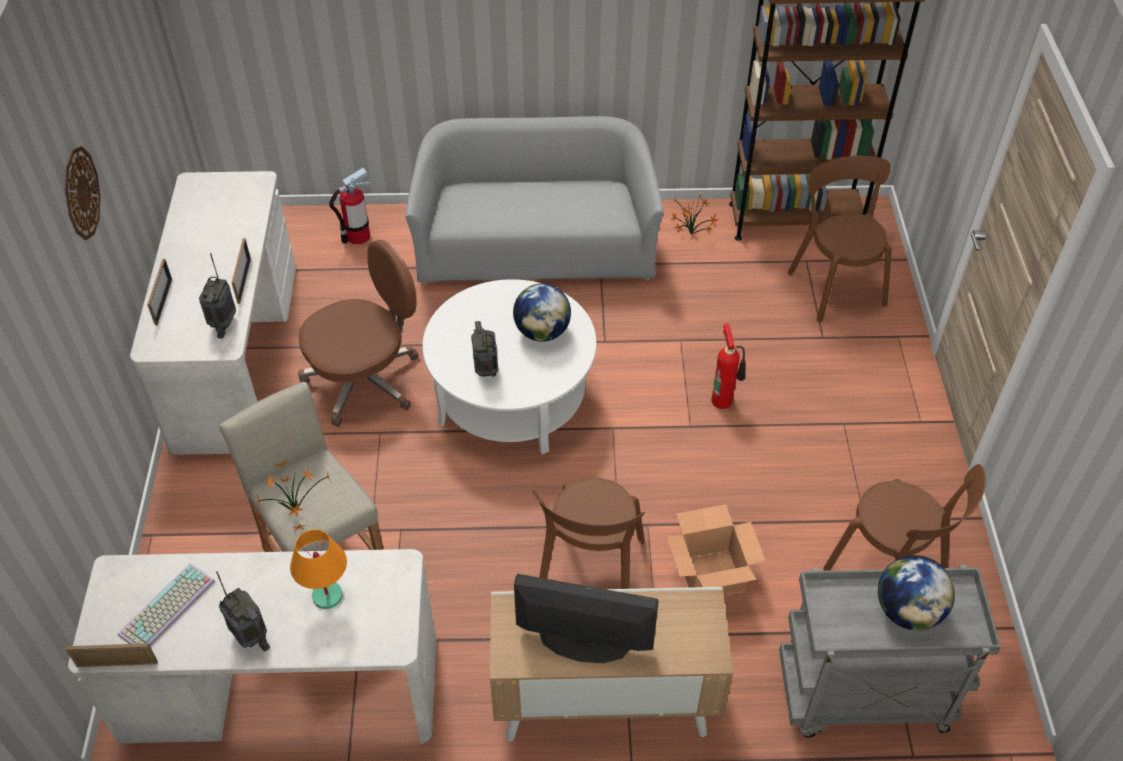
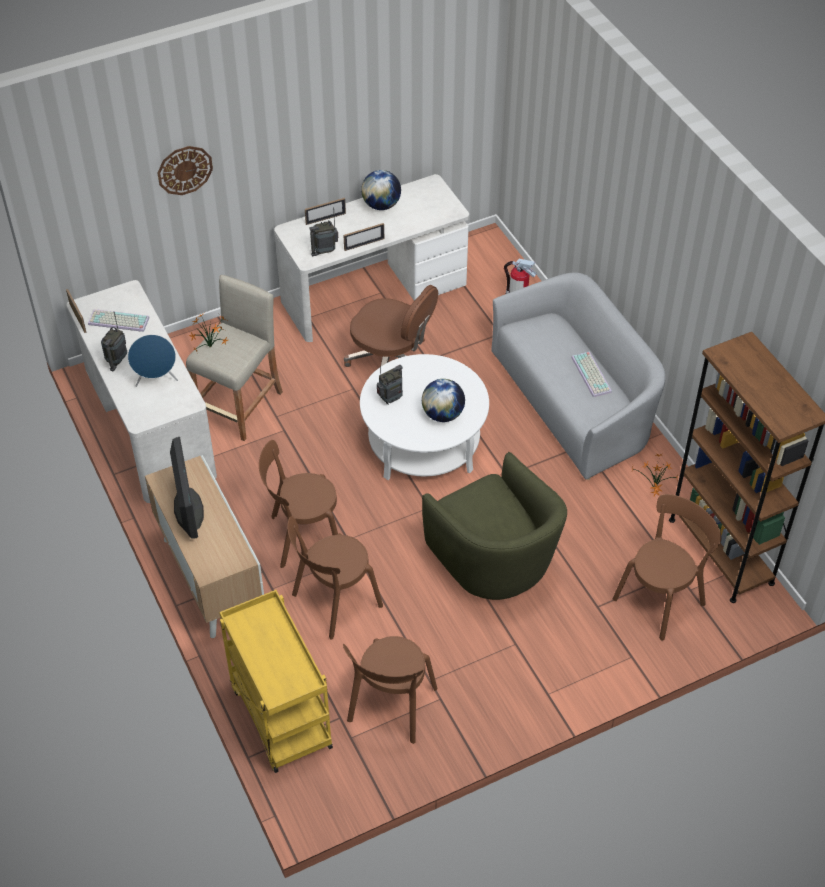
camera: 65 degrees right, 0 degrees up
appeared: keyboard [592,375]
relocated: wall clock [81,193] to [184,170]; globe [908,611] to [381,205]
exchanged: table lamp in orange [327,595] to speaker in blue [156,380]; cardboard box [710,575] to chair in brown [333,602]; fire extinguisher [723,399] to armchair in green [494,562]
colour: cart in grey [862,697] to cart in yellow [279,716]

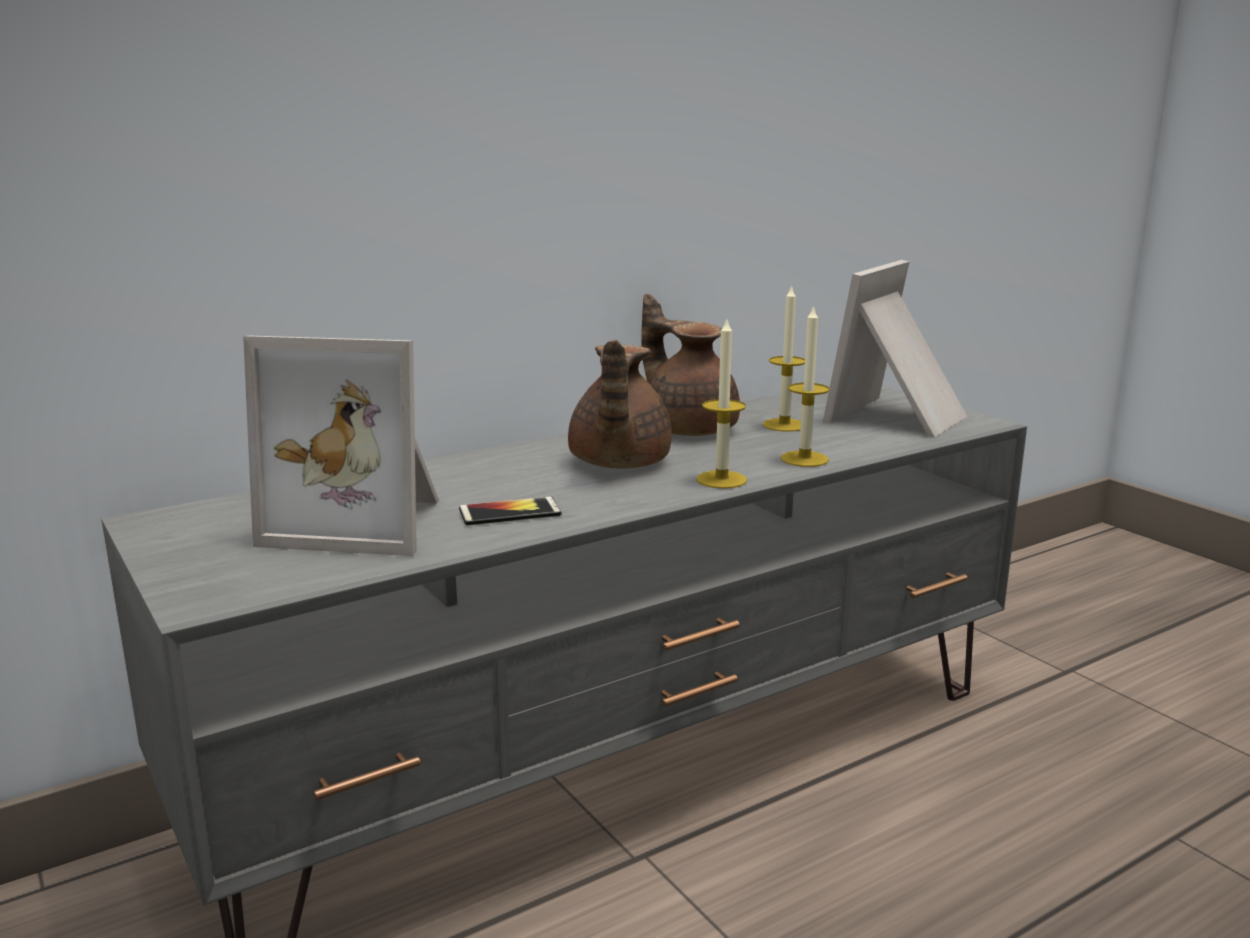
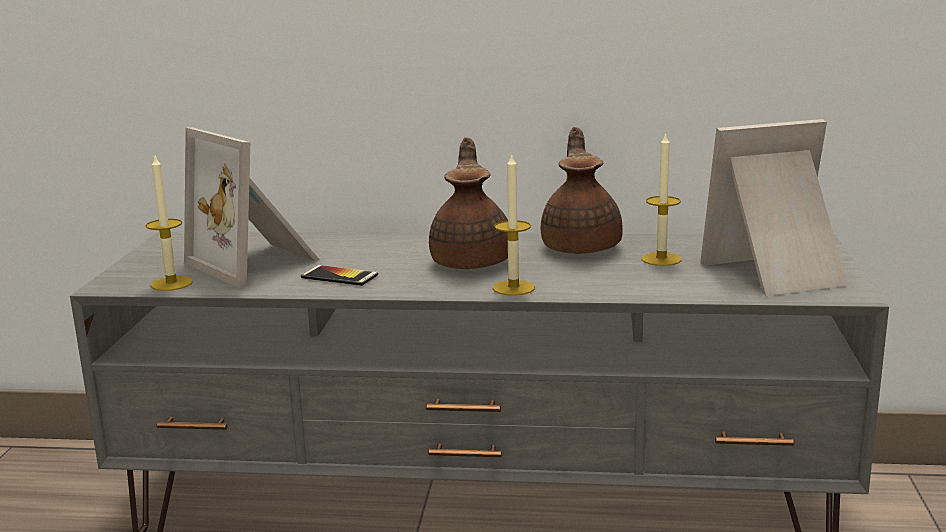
camera: 40 degrees right, 0 degrees up
relocated: candle [804,459] to [171,283]
spun: teapot in brown [617,463] = [473,261] 135 degrees clockwise

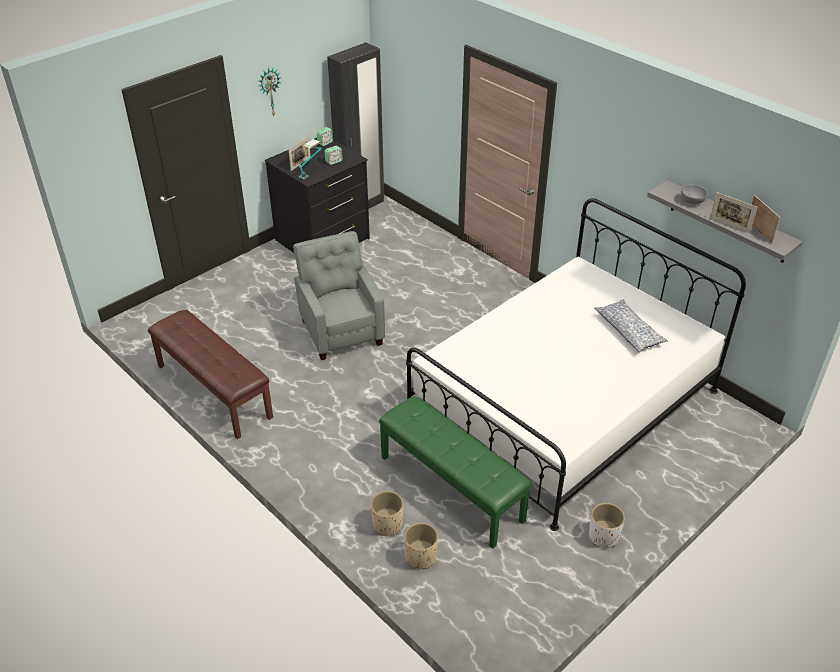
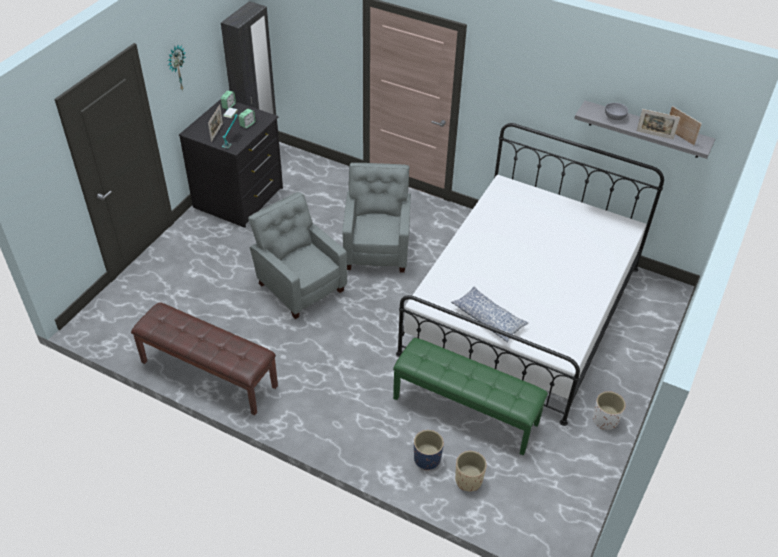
camera: 20 degrees left, 5 degrees up
appeared: armchair in grey [377,249]
relocated: pillow [629,331] to [488,318]
colour: planter in beige [387,524] to planter in blue [426,459]

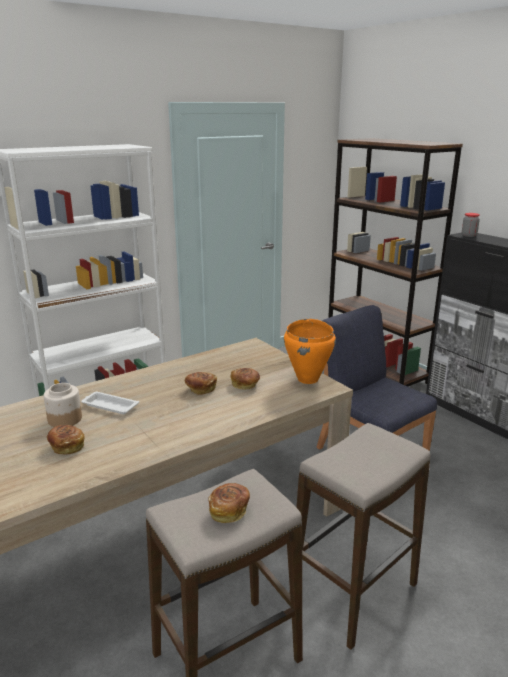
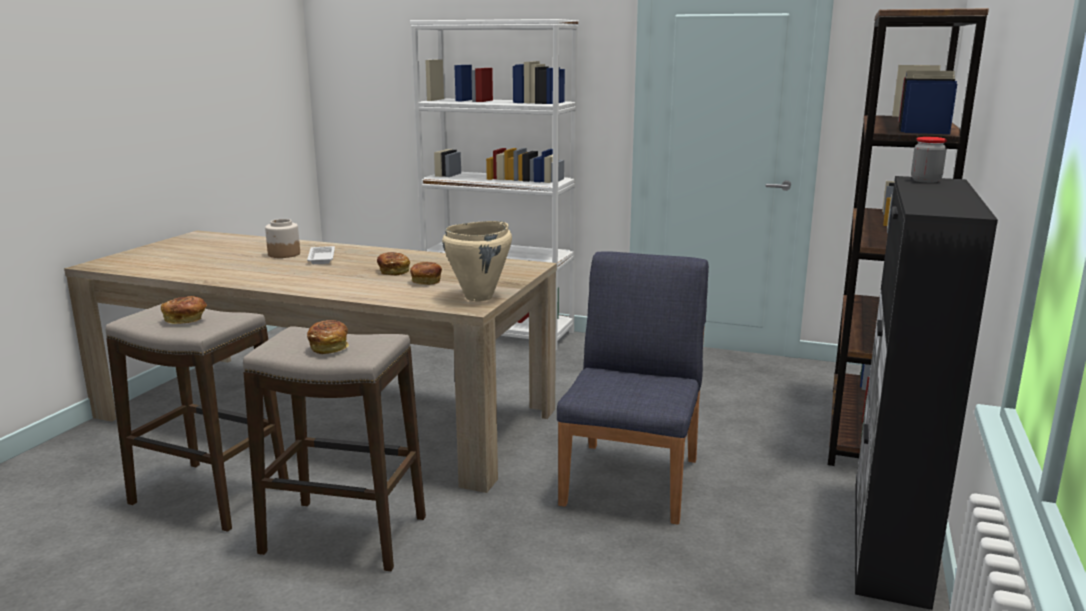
camera: 55 degrees right, 5 degrees down
relocated: bread [67,446] to [329,347]
colour: cooking pot in orange [308,379] to cooking pot in beige [479,297]

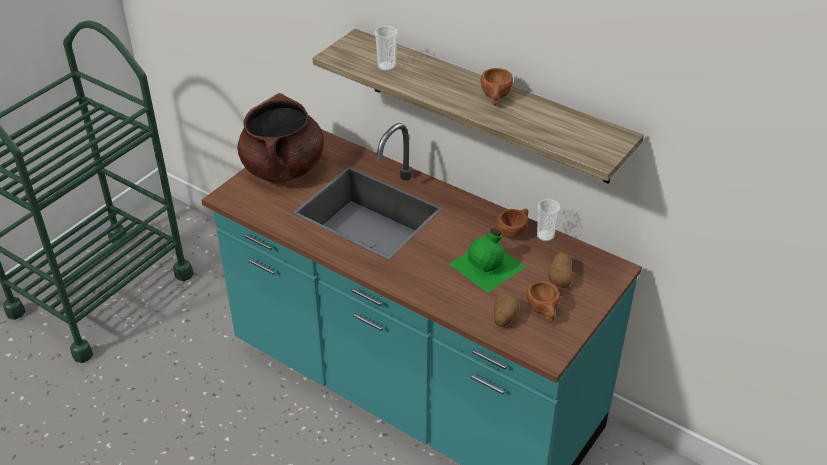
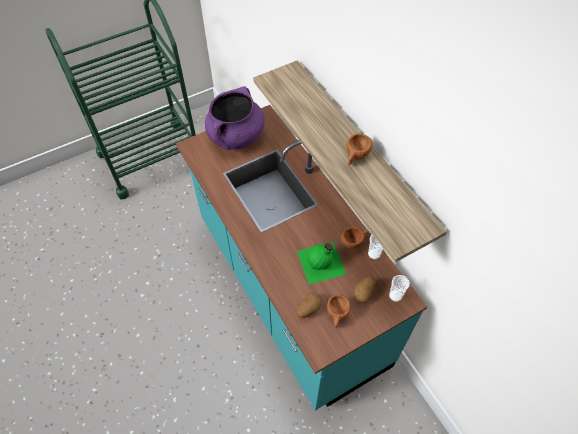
camera: 25 degrees right, 15 degrees up
relocated: cup [386,66] to [395,296]
colour: cooking pot in brown [283,168] to cooking pot in purple [236,136]

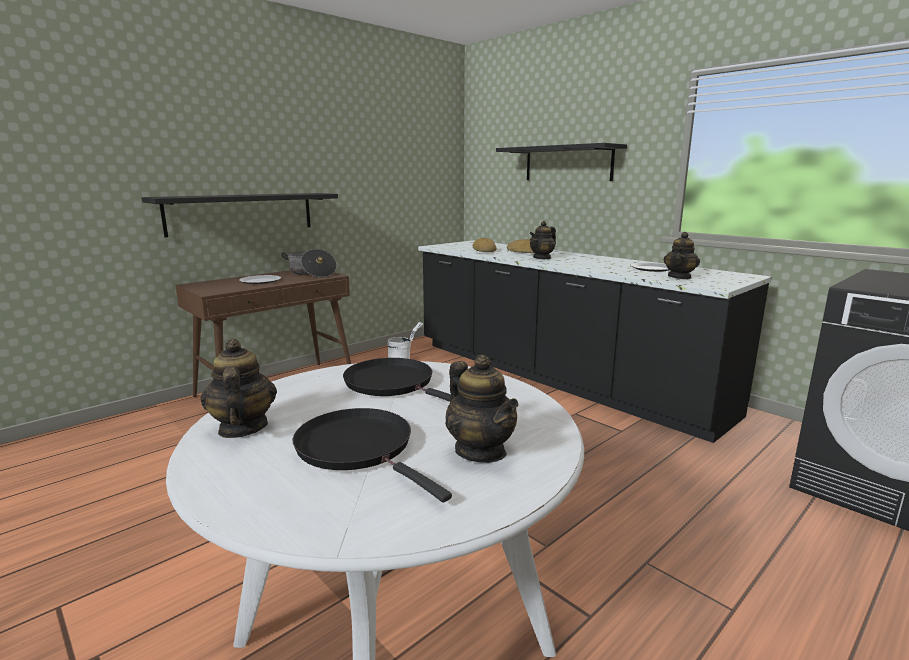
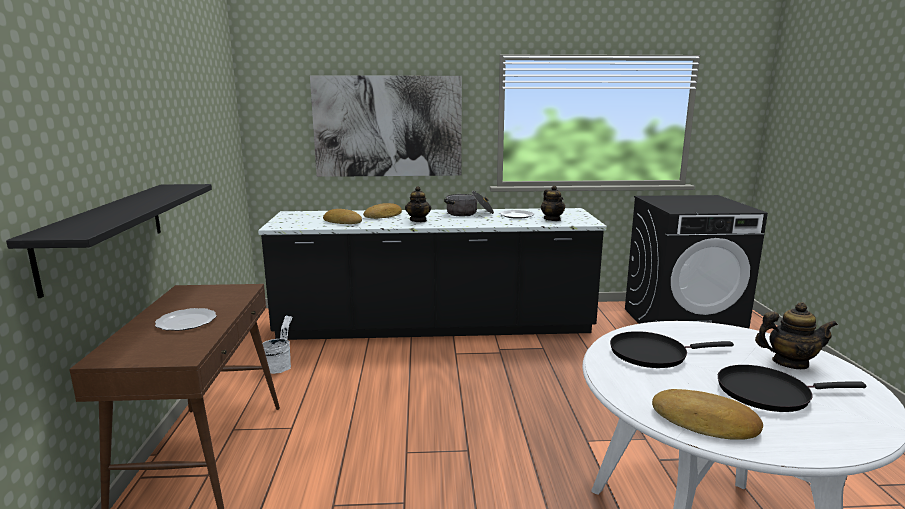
camera: 50 degrees left, 0 degrees up
relocated: cooking pot [311,273] to [469,213]
exchanged: teapot [242,428] to bread [705,423]; shelf in black [568,163] to picture [388,126]

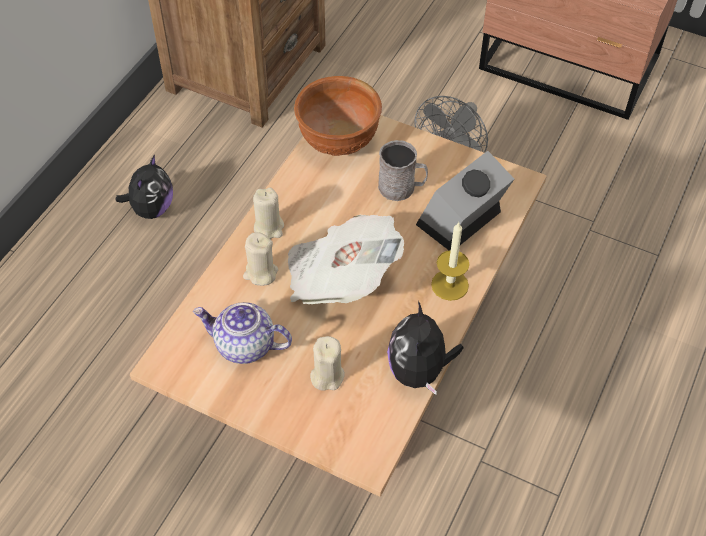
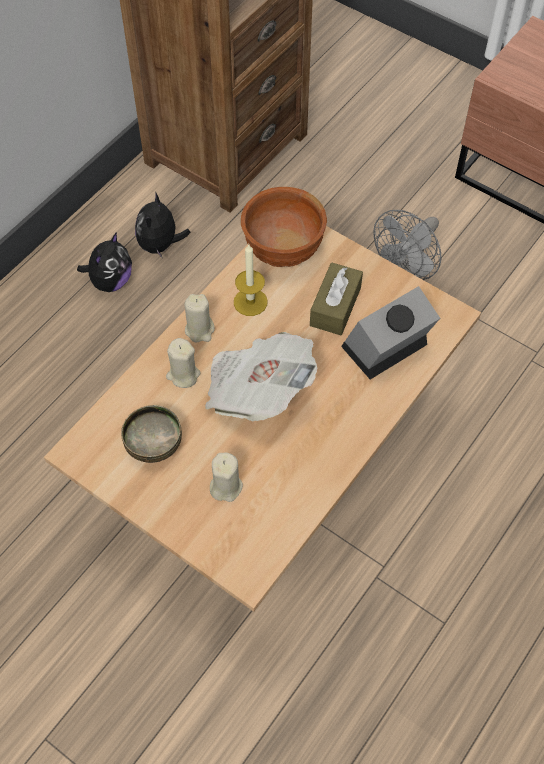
camera: 10 degrees right, 5 degrees up
relocated: plush toy [419,371] to [160,245]; candle [449,285] to [250,302]
exchanged: teapot [244,346] to bowl [154,445]; mug in grey [402,188] to tissue box in brown [335,306]

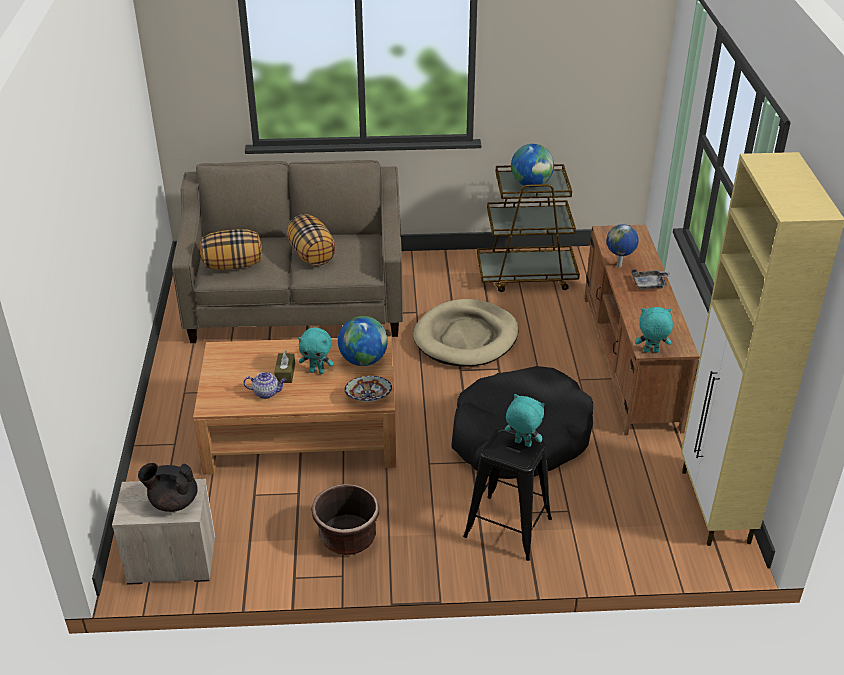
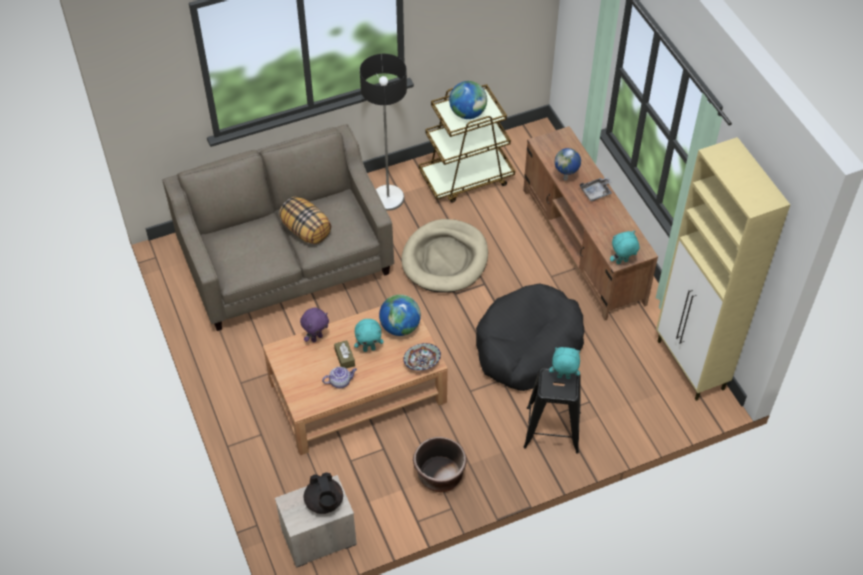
camera: 20 degrees left, 15 degrees up
missing: pillow [233,265]
appeared: plush toy in purple [316,338]; floor lamp [388,198]
spun: teapot in black [173,501] = [324,502] 90 degrees counterclockwise

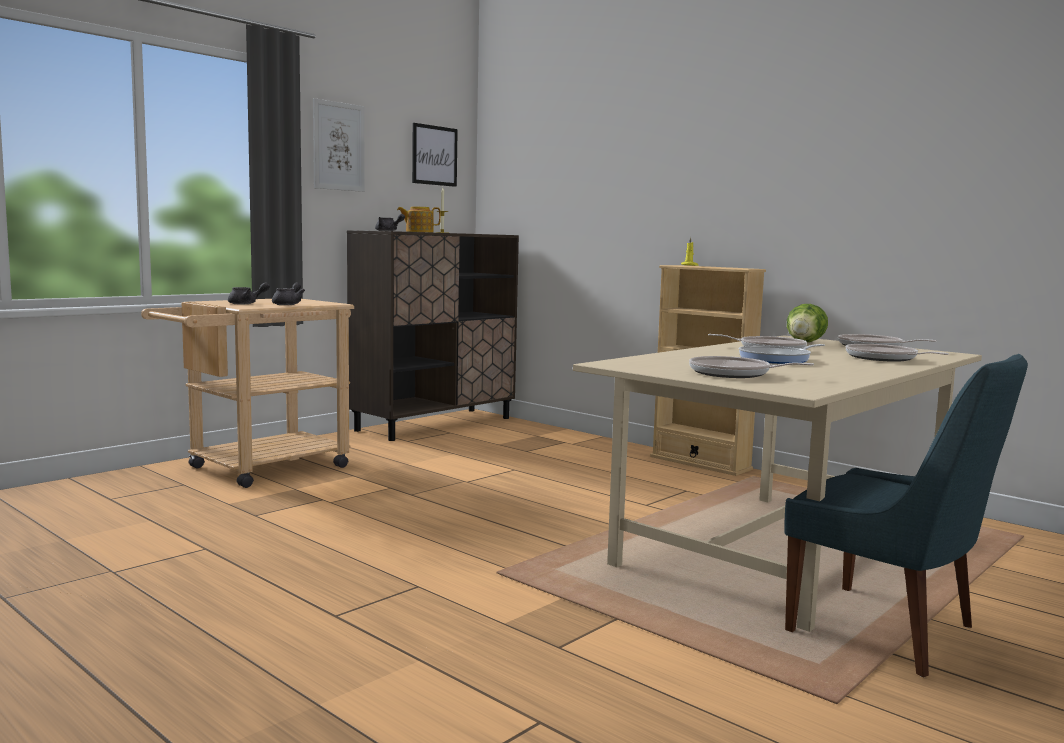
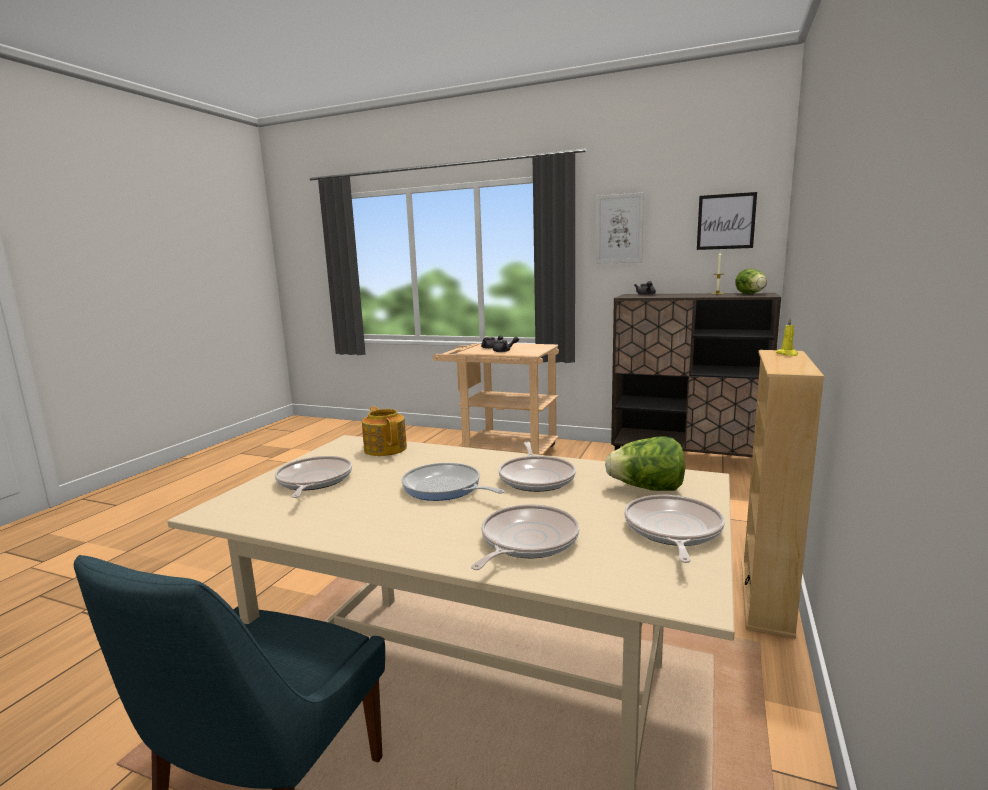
camera: 70 degrees right, 5 degrees up
appeared: lettuce [751,294]
relocated: teapot [419,232] to [385,448]

